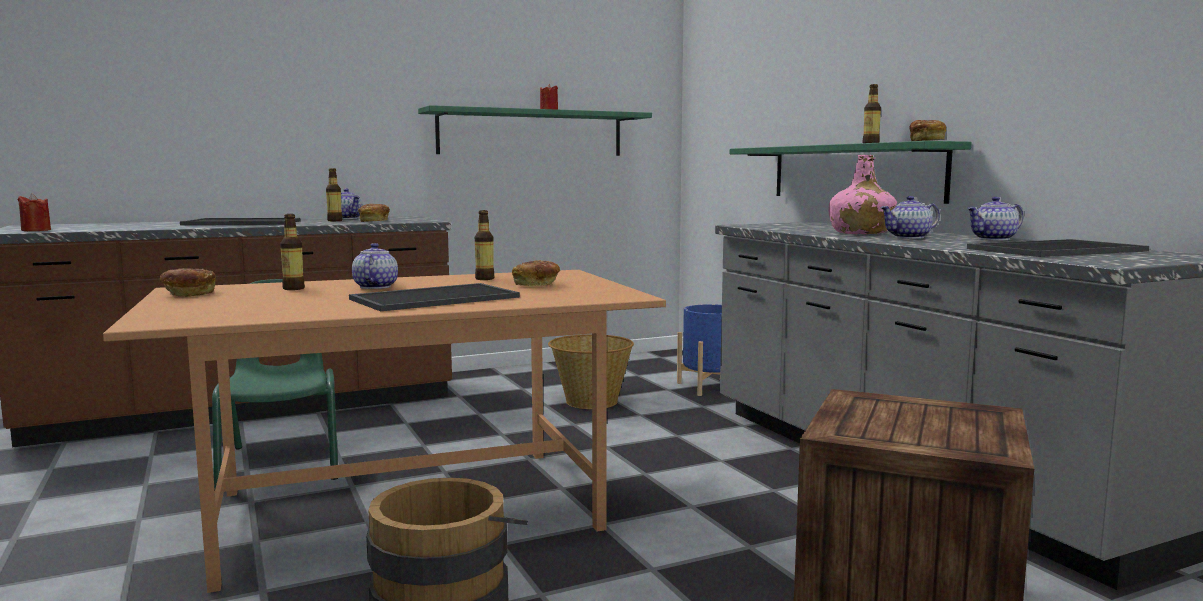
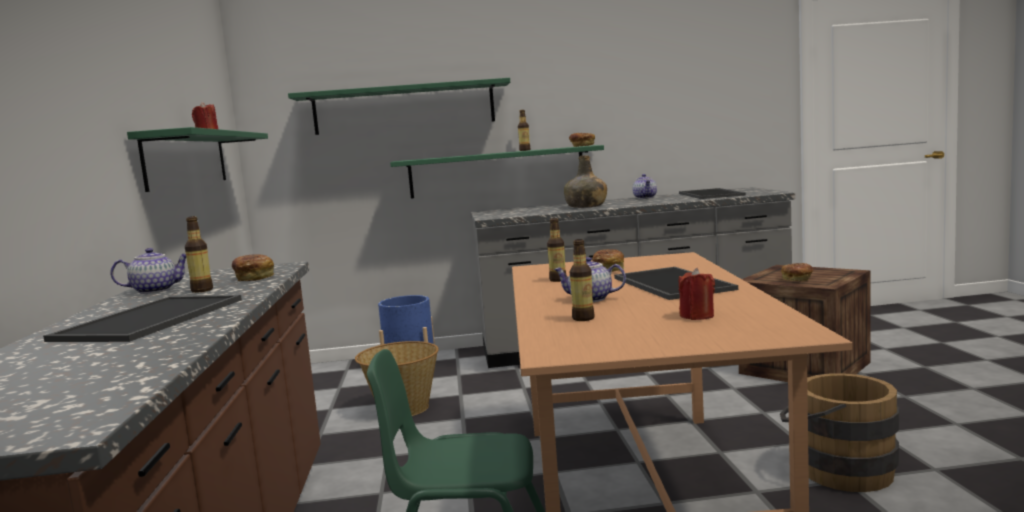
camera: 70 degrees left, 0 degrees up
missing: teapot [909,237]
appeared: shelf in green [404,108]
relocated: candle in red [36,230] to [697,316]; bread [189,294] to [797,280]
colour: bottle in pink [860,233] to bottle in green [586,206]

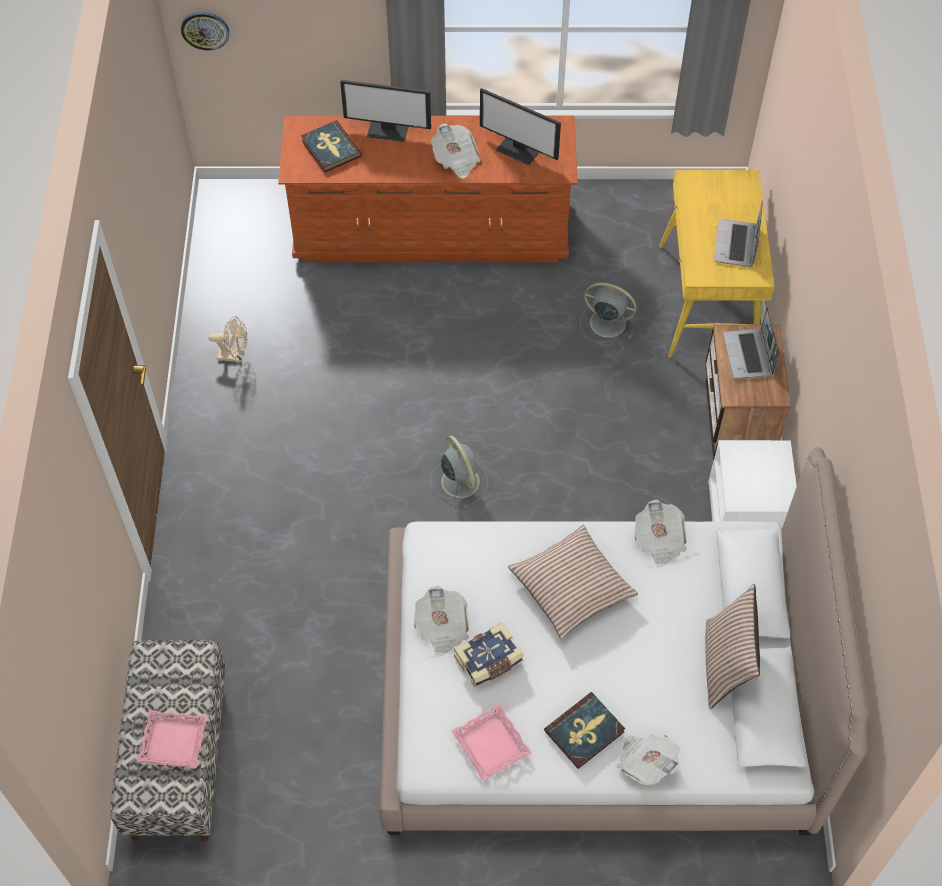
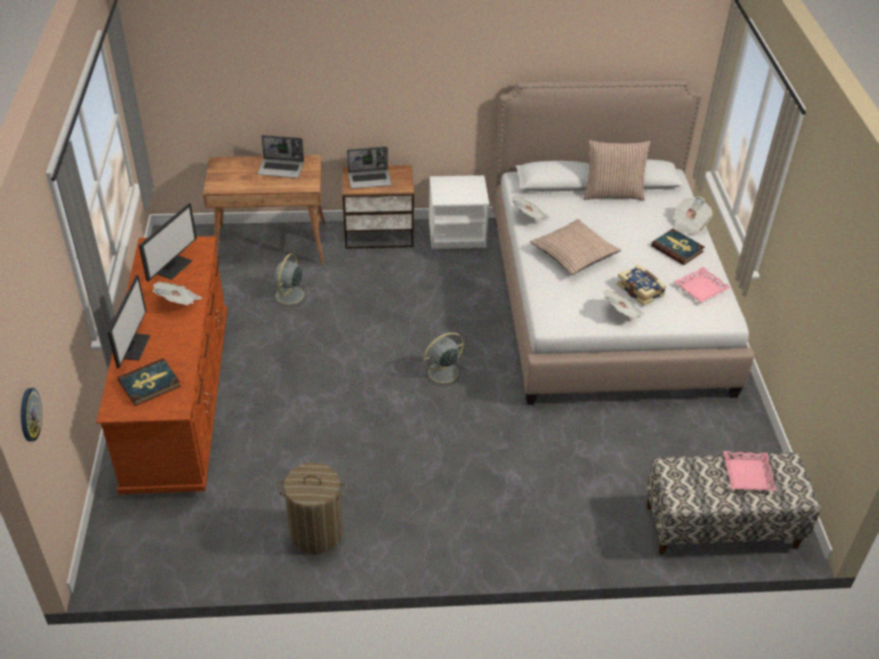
camera: 95 degrees left, 15 degrees down
exchanged: fan in beige [234,355] to laundry basket [316,532]
colour: desk in yellow [708,301] to desk in brown [271,245]

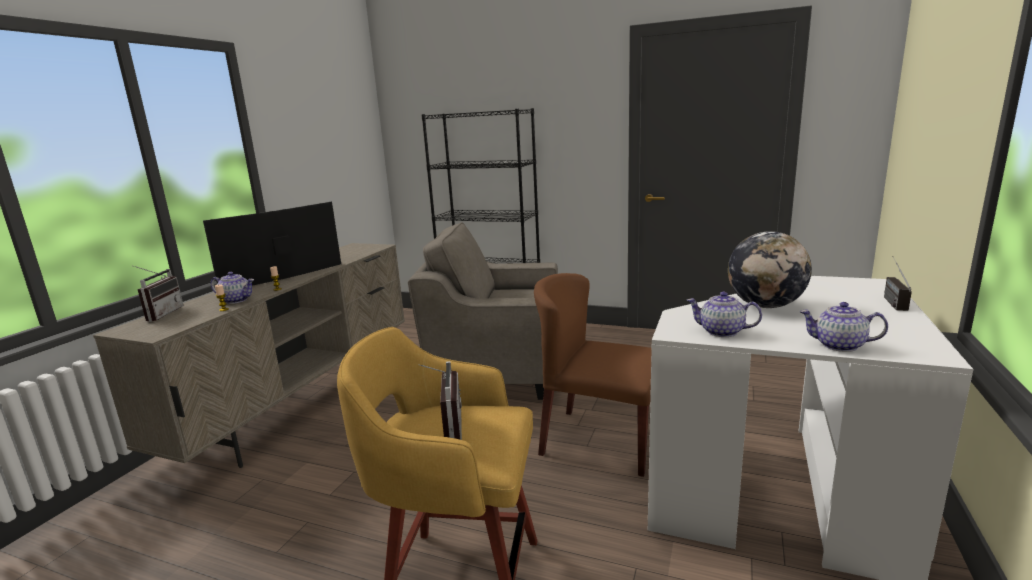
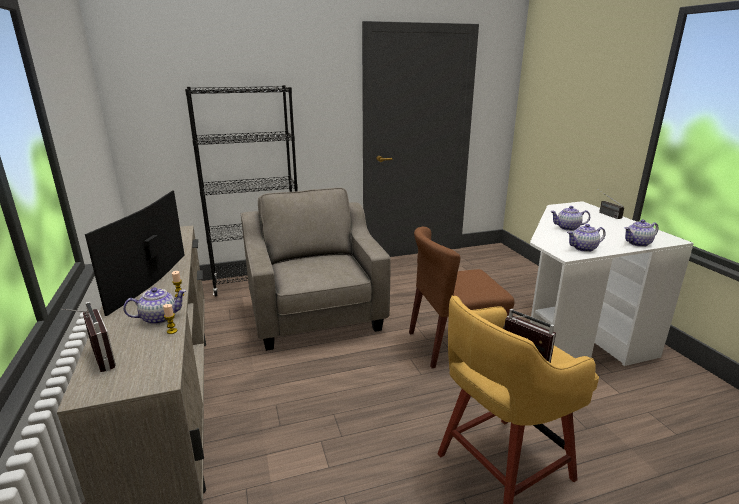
camera: 40 degrees left, 5 degrees up
exchanged: globe [765,306] to teapot [567,228]
spun: armchair in grey [500,368] = [316,317] 105 degrees clockwise

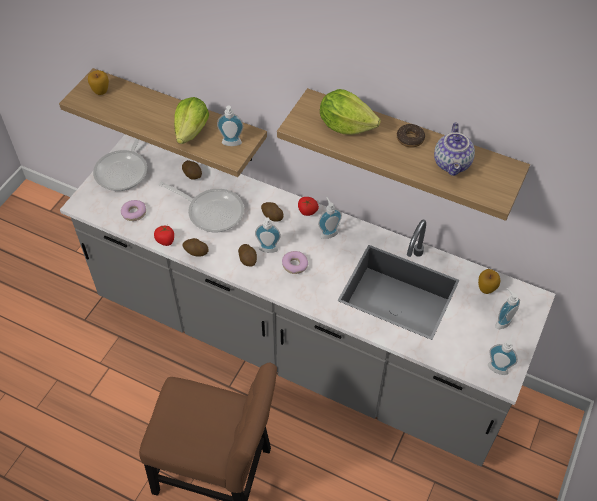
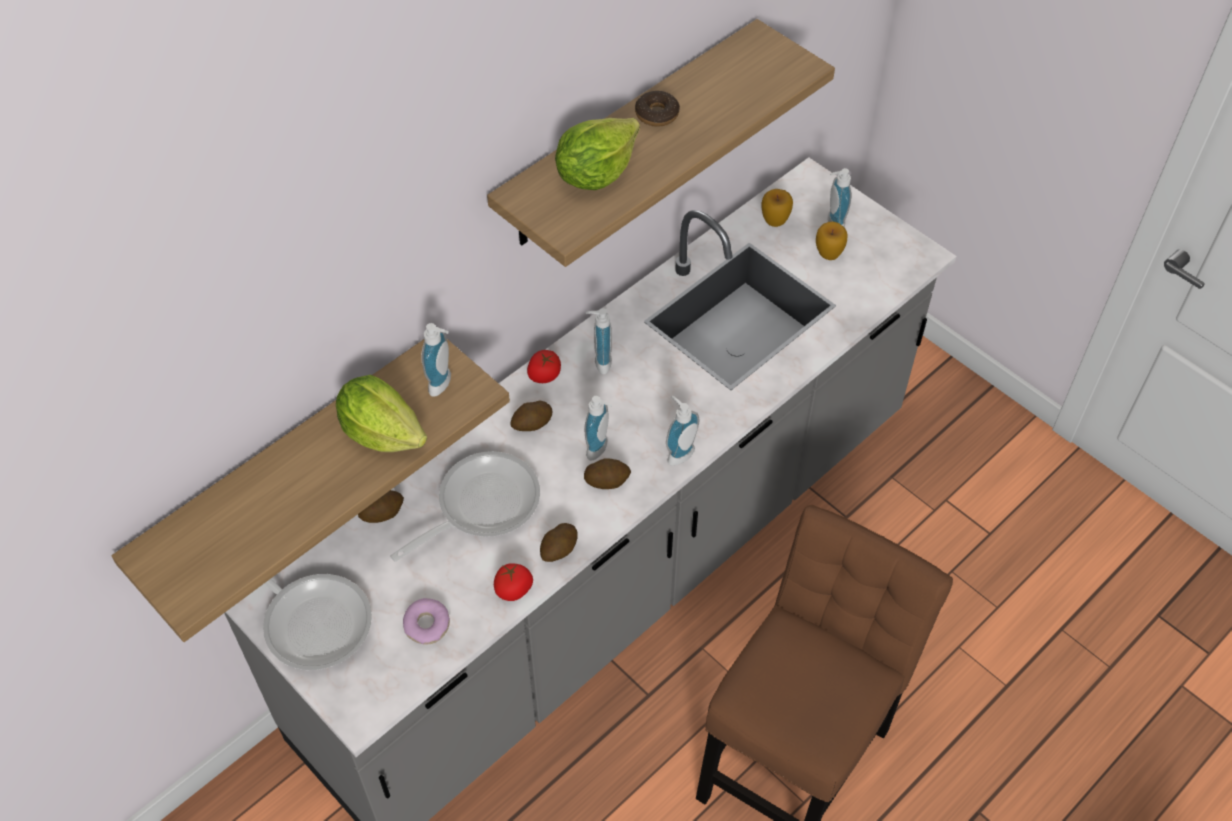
camera: 70 degrees left, 0 degrees up
missing: donut [295,265]; teapot [453,164]
relocated: apple [101,91] to [828,254]; soap dispenser [498,366] to [678,452]

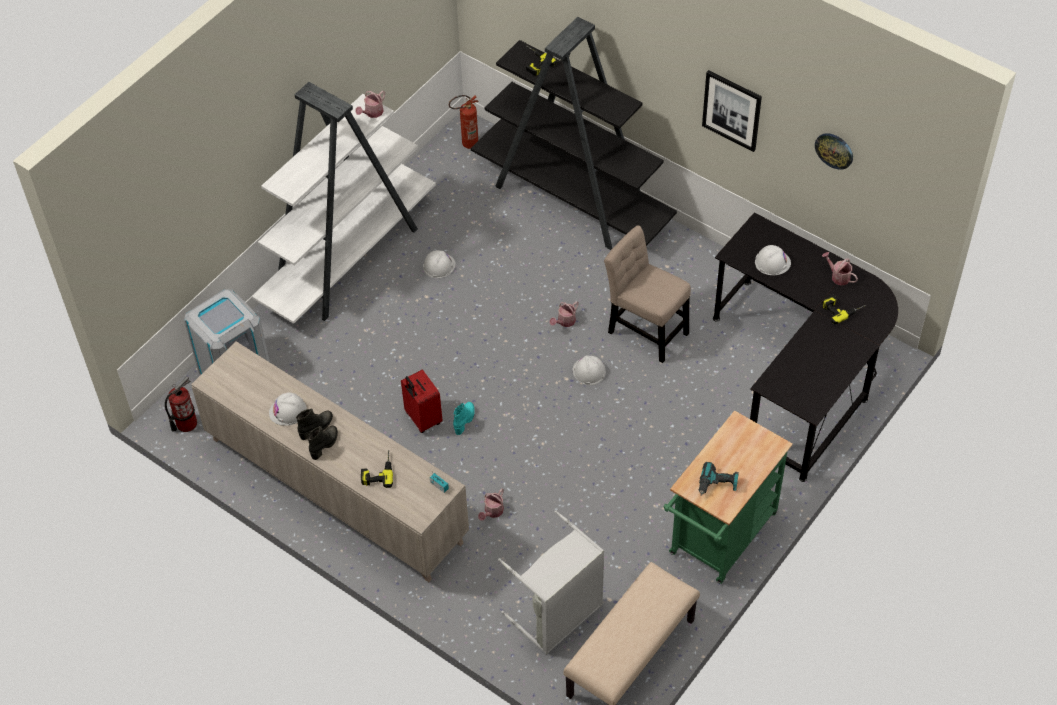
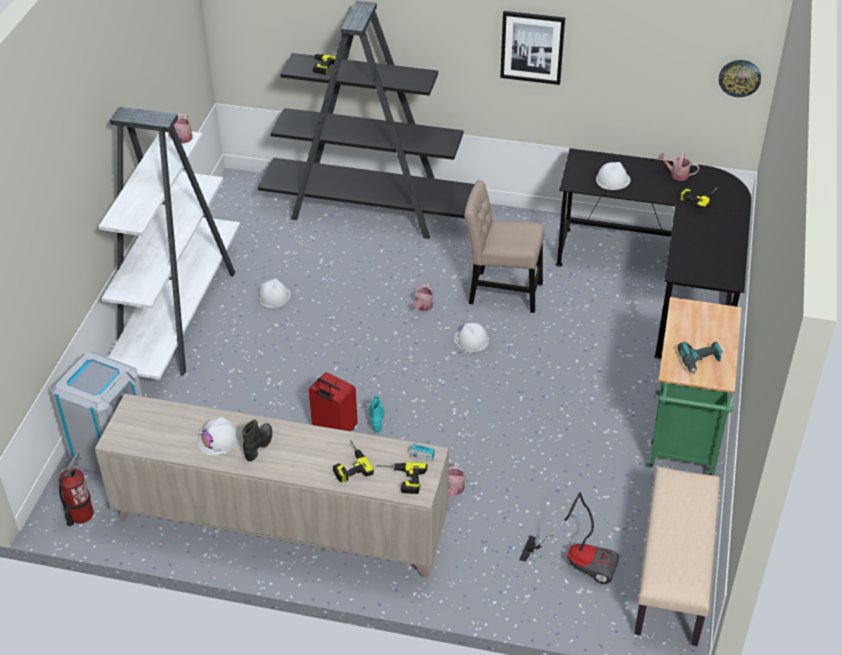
camera: 25 degrees left, 10 degrees down
missing: boot in black [325,445]; fire extinguisher [466,144]
appeared: power drill [401,479]
relocated: wall clock [834,150] to [739,78]
exchanged: laundry basket in grey [559,616] to vacuum cleaner [578,561]

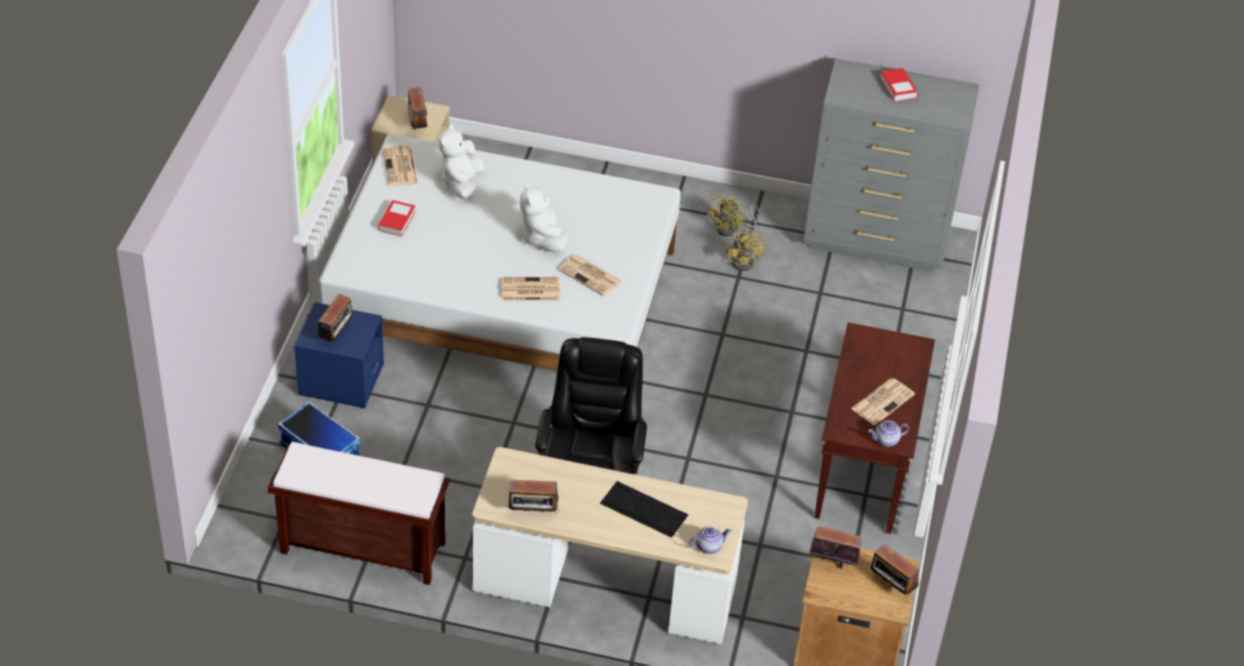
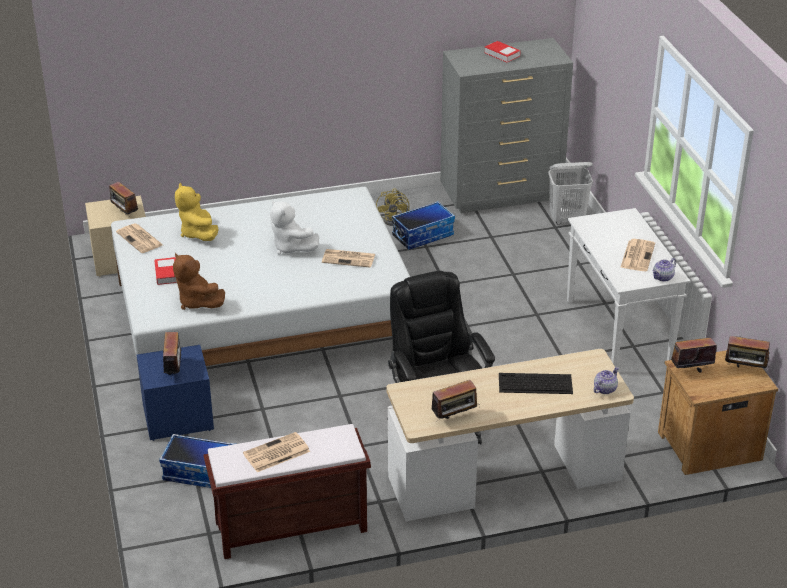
camera: 25 degrees left, 10 degrees down
appeared: plush toy in brown [197,302]; laundry basket in white [567,219]
relocated: newspaper [529,290] to [276,453]
exchanged: fan in yellow [746,261] to storage box [423,235]
colour: plush toy in white [462,183] to plush toy in yellow [198,234]; console table in brown [864,471] to console table in white [619,332]

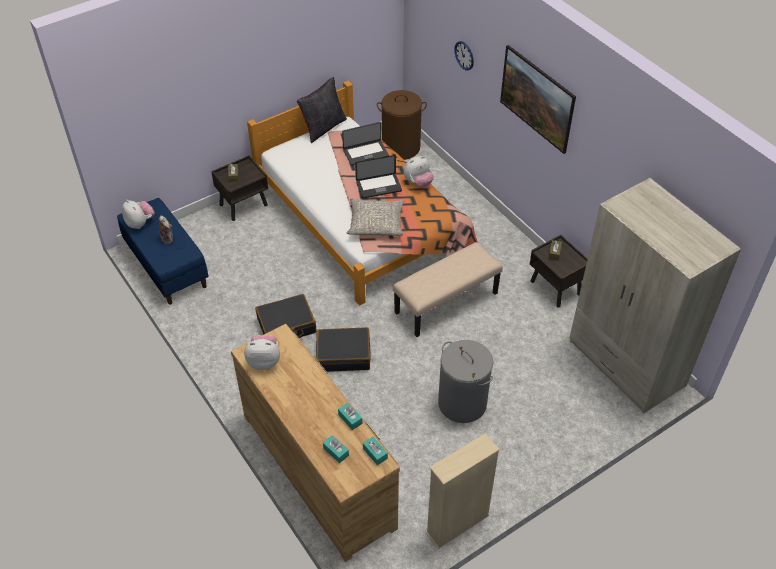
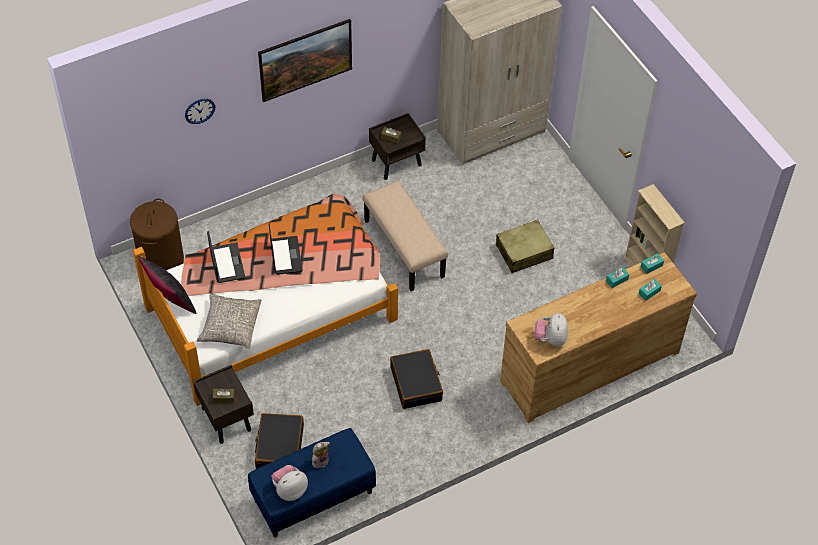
camera: 85 degrees left, 5 degrees up
missing: plush toy [418,183]
relocated: suitcase in black [343,355] to [279,447]; pillow in grey [376,223] to [230,326]
exchanged: laundry basket in grey [462,403] to suitcase in beige [524,252]

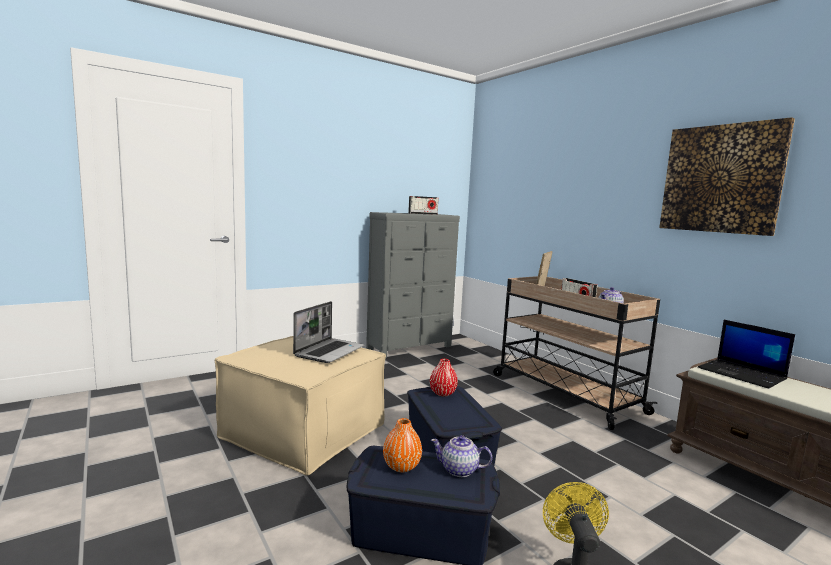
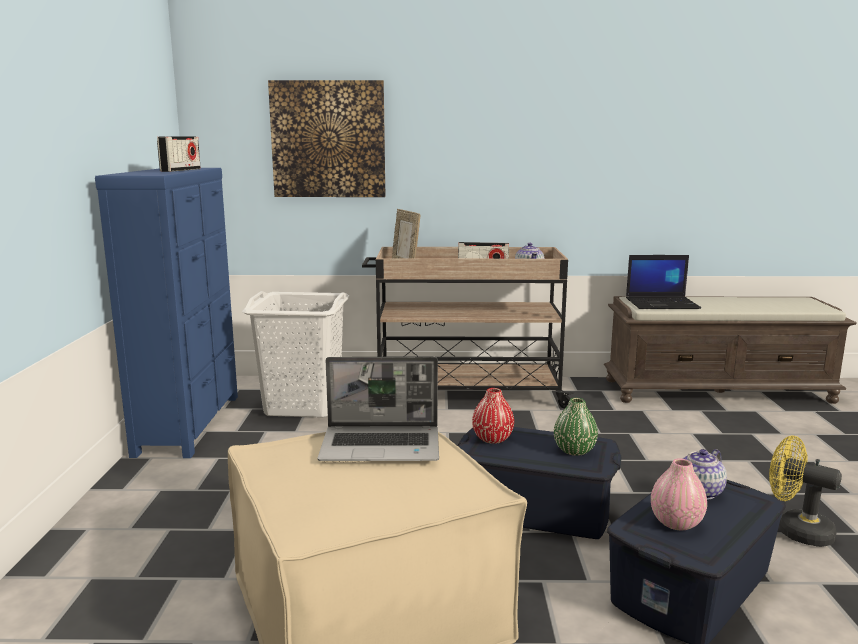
camera: 55 degrees left, 5 degrees up
appeared: laundry basket in white [303,405]; vase in green [574,450]
relocated: picture [721,179] to [328,139]
colour: dresser in grey [410,348] to dresser in blue [191,424]; vase in orange [401,466] to vase in pink [676,523]
spun: laptop [329,351] = [382,446] 120 degrees clockwise

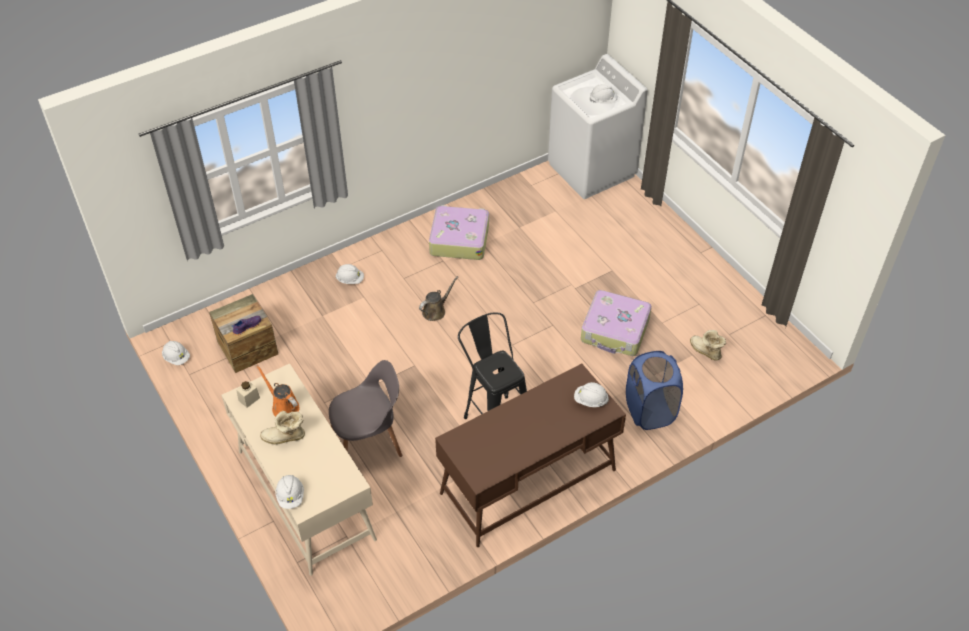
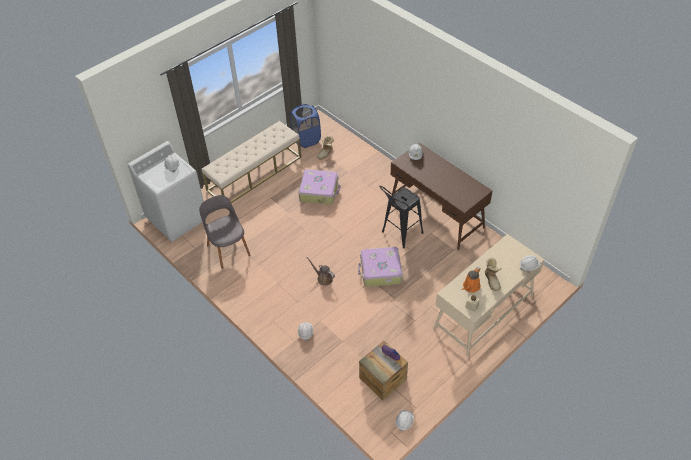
camera: 100 degrees left, 0 degrees up
appeared: bench in beige [254,173]
relocated: chair in grey [368,442] to [228,249]; suitcase [459,239] to [380,271]; laundry basket in blue [650,411] to [306,139]

